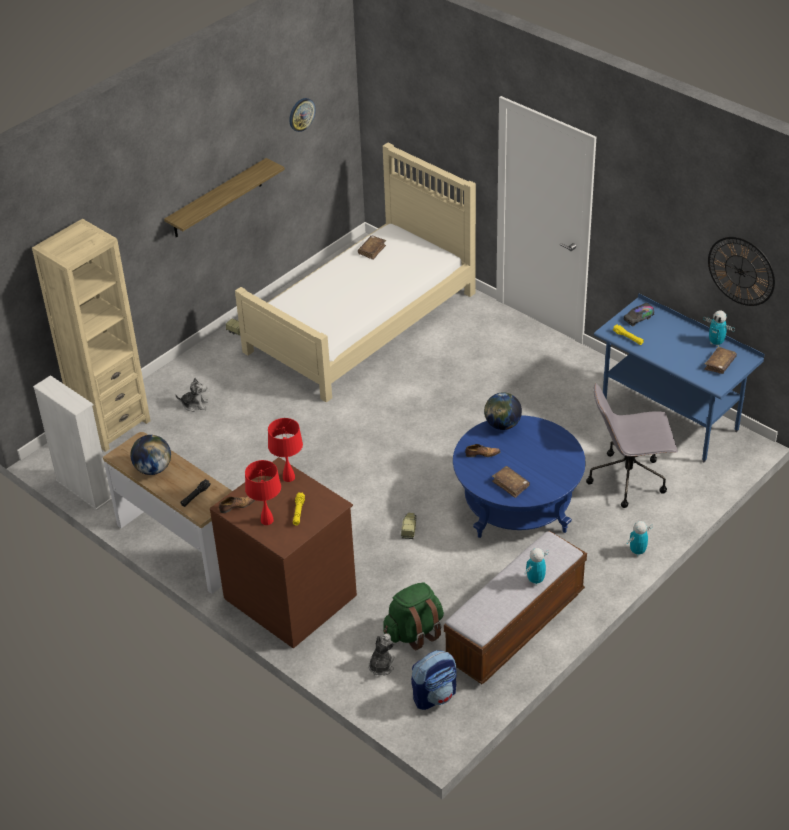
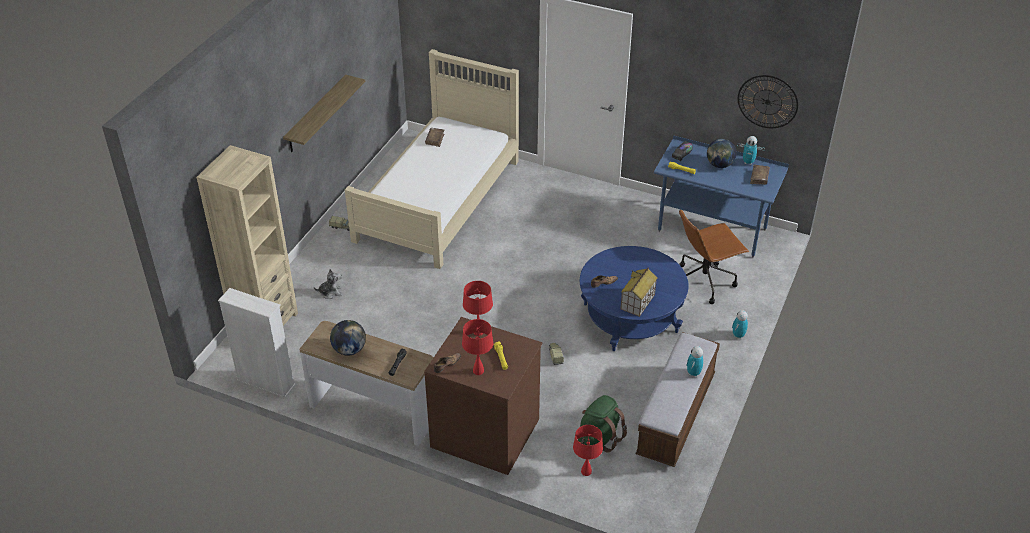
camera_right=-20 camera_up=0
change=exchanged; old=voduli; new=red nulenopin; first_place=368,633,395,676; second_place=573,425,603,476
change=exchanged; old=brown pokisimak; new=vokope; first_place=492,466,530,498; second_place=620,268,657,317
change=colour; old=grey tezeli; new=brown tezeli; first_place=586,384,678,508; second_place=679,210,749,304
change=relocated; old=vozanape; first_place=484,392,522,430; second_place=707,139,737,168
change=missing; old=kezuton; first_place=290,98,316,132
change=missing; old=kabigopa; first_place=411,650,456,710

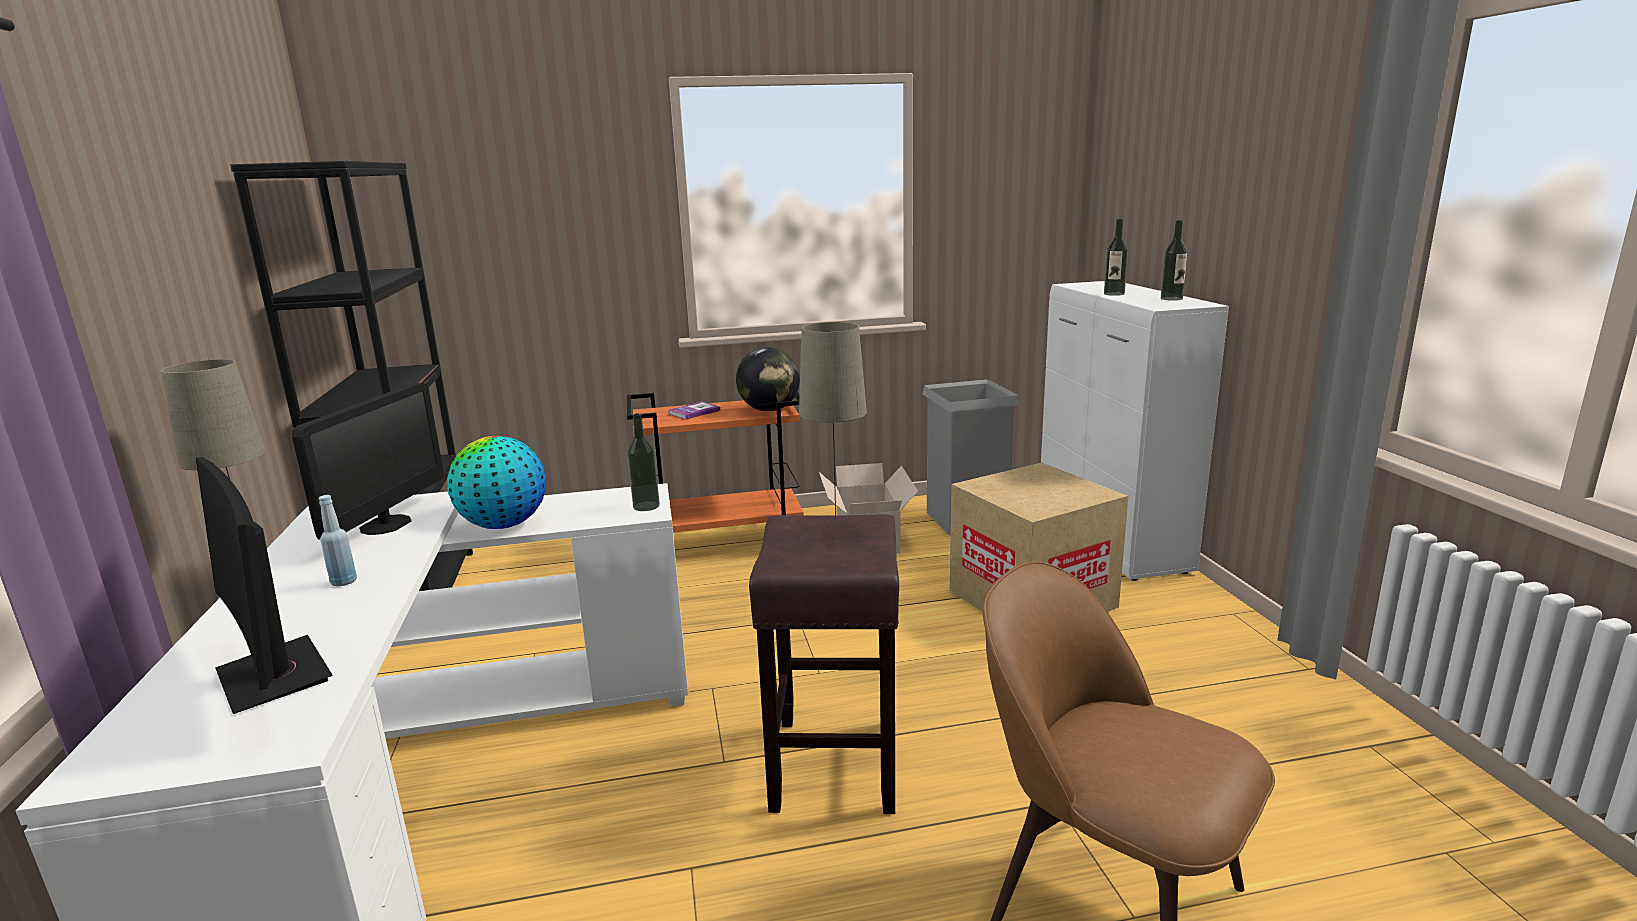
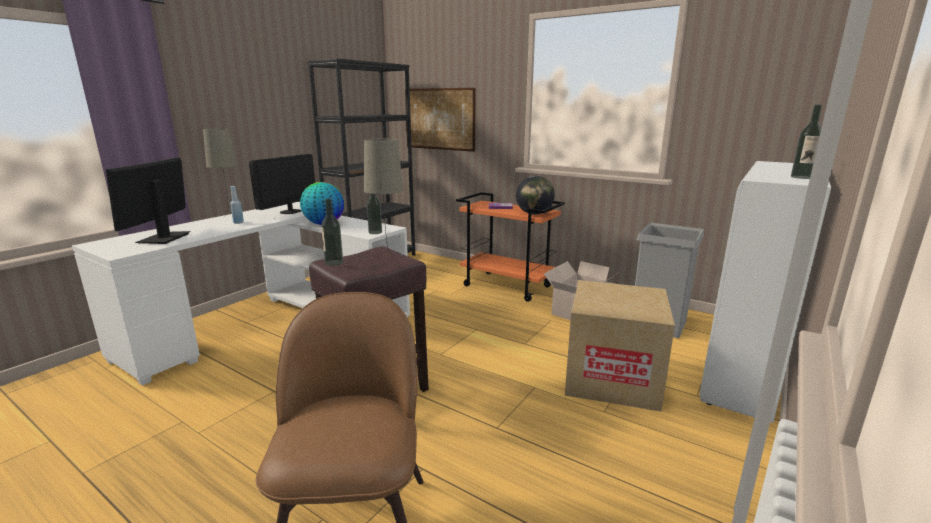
camera_right=45 camera_up=0
change=spun; old=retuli; first_place=292,383,444,539; second_place=249,154,315,214; degrees=150
change=relocated; old=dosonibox; first_place=1104,219,1128,296; second_place=321,198,343,266
change=appeared; new=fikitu; second_place=405,88,476,152

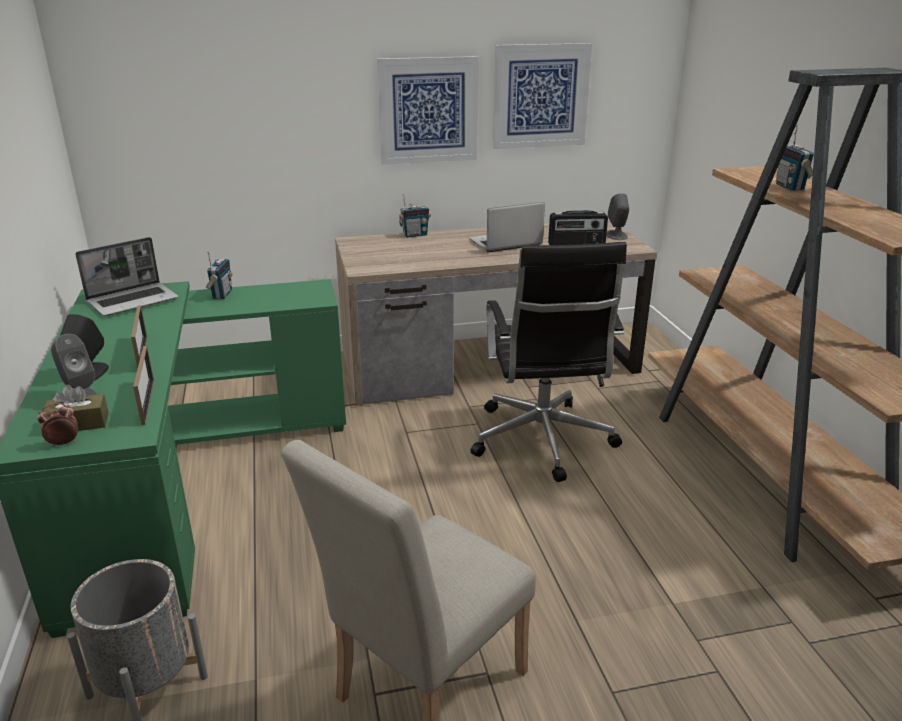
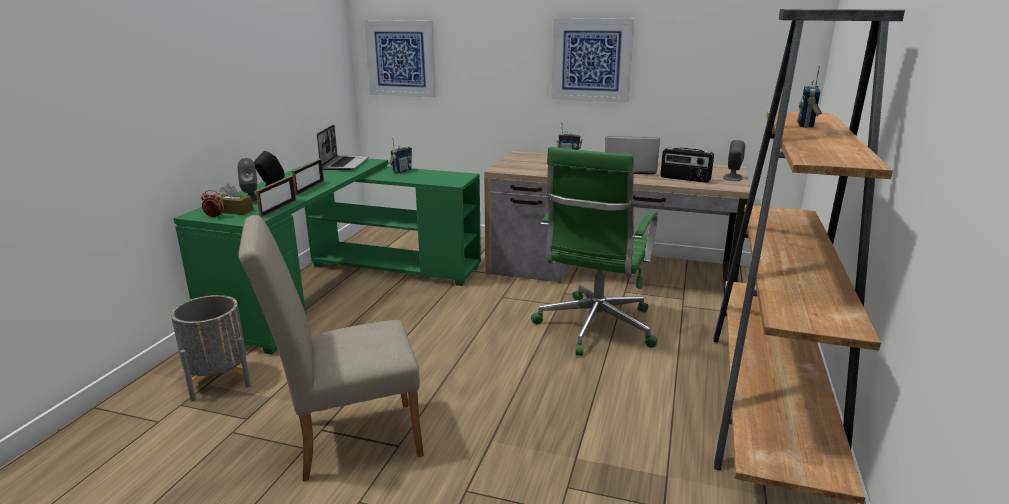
camera_right=30 camera_up=-5
change=spun; old=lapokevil; first_place=75,237,179,316; second_place=317,124,369,170; degrees=-75
change=relocated; old=fikitu; first_place=493,43,592,149; second_place=364,20,436,98
change=colour; old=black tezeli; new=green tezeli; first_place=471,242,627,482; second_place=531,147,658,356

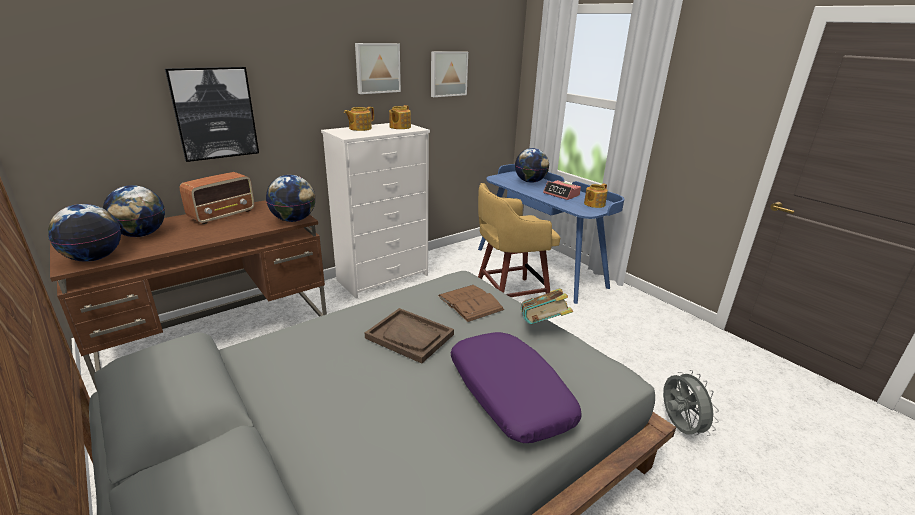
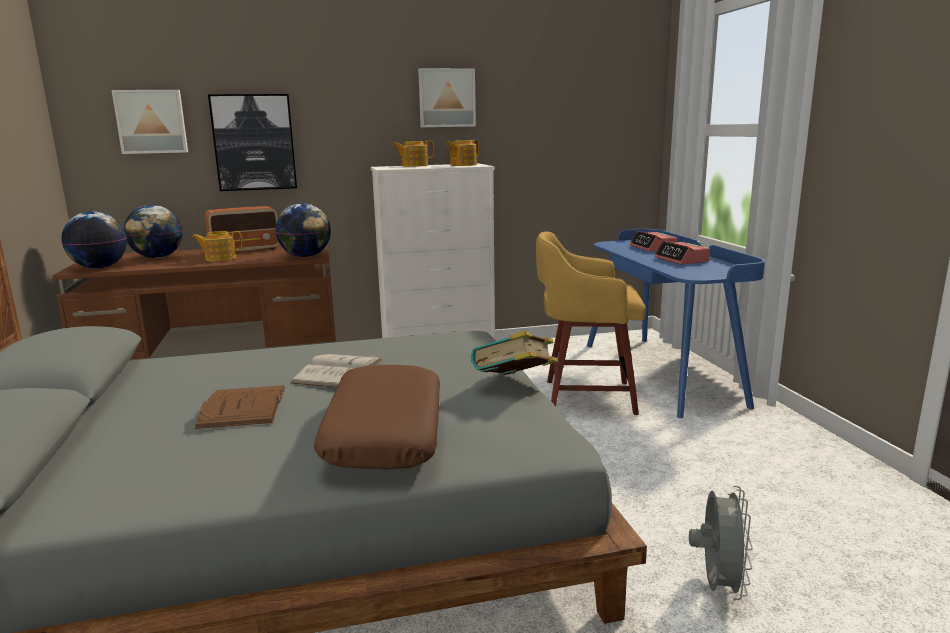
camera_right=25 camera_up=-10
change=relocated; old=fikitu; first_place=431,51,468,97; second_place=112,90,188,154
change=relocated; old=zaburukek; first_place=584,184,608,208; second_place=192,231,243,261
change=relocated; old=brown pokisimak; first_place=438,285,505,322; second_place=194,385,285,429
change=exchanged; old=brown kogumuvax; new=white pokisimak; first_place=365,308,454,364; second_place=290,354,382,388
change=colour; old=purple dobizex; new=brown dobizex; first_place=451,332,582,443; second_place=314,365,440,469
change=exchanged; old=vozanape; new=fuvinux; first_place=515,148,549,183; second_place=630,230,677,252

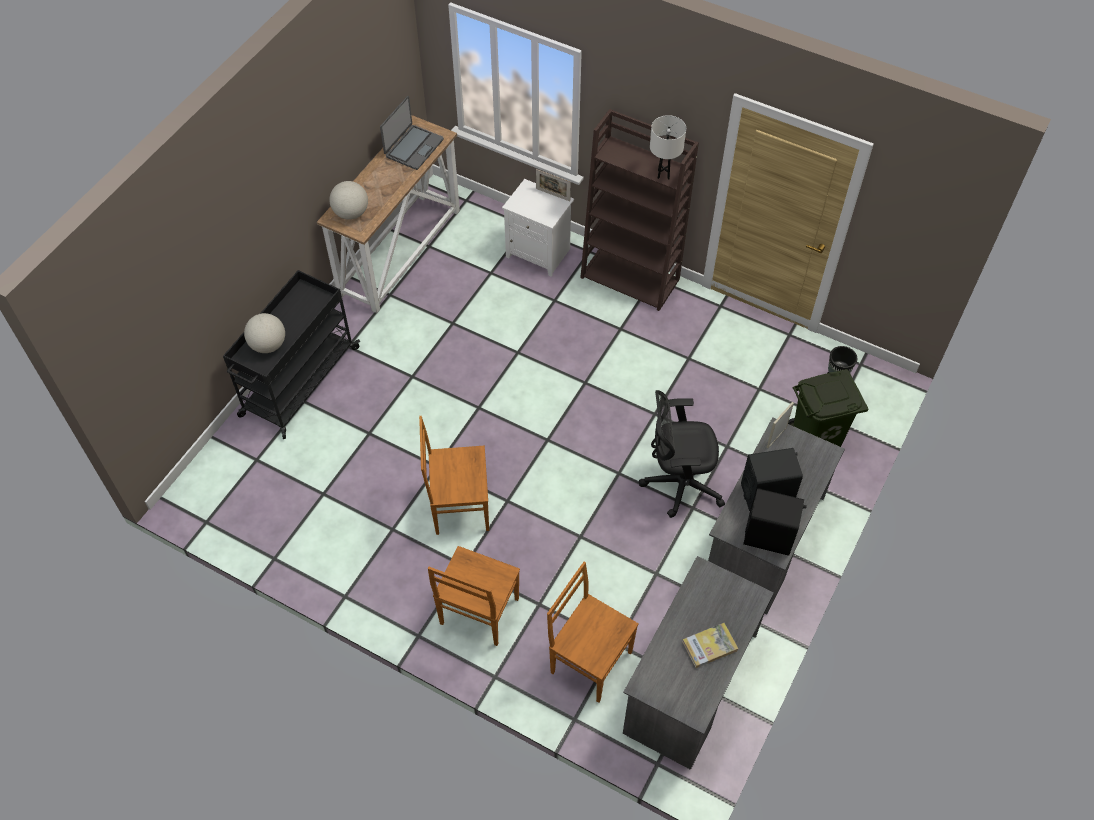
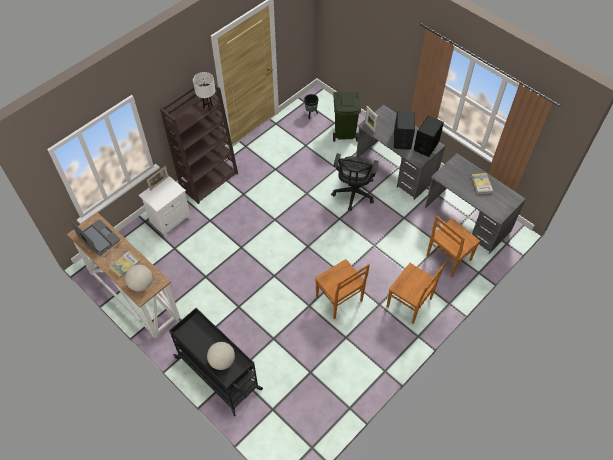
camera_right=-75 camera_up=0
change=appeared; new=pokisimak; second_place=109,251,140,278
change=spun; old=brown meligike; first_place=419,416,489,535; second_place=315,259,370,319; degrees=-45

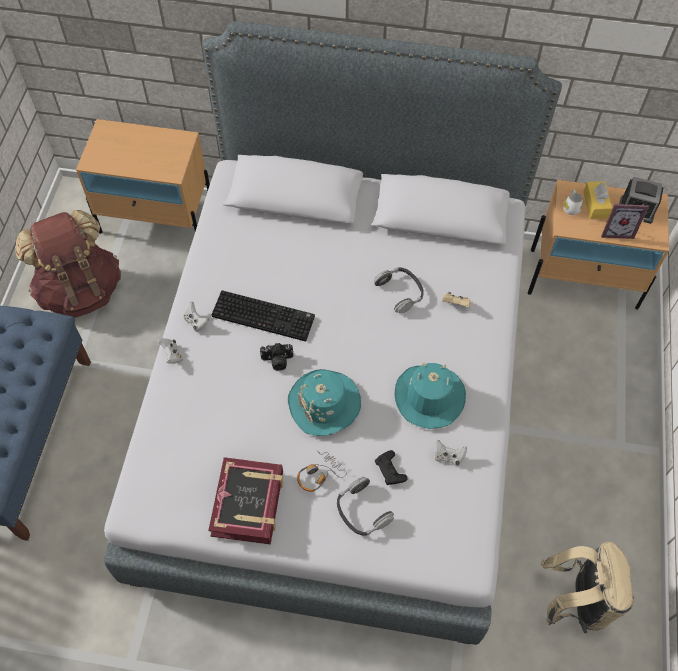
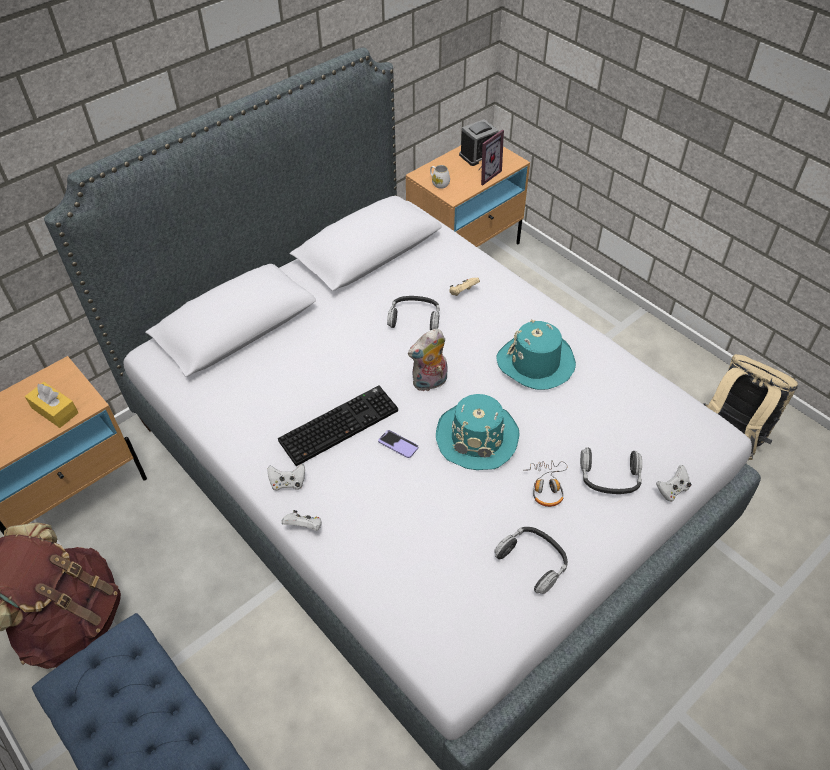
camera_right=-50 camera_up=-10
change=relocated; old=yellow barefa; first_place=583,181,613,219; second_place=25,382,79,428
change=exchanged; old=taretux; new=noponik; first_place=260,343,293,371; second_place=378,430,418,458
change=appeared; new=voduli; second_place=408,329,447,391
change=exchanged; old=pokisimak; new=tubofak; first_place=208,457,283,545; second_place=494,527,568,594
change=relocated; old=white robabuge; first_place=434,440,467,466; second_place=656,465,691,502
change=missing; old=black robabuge; first_place=375,450,408,485

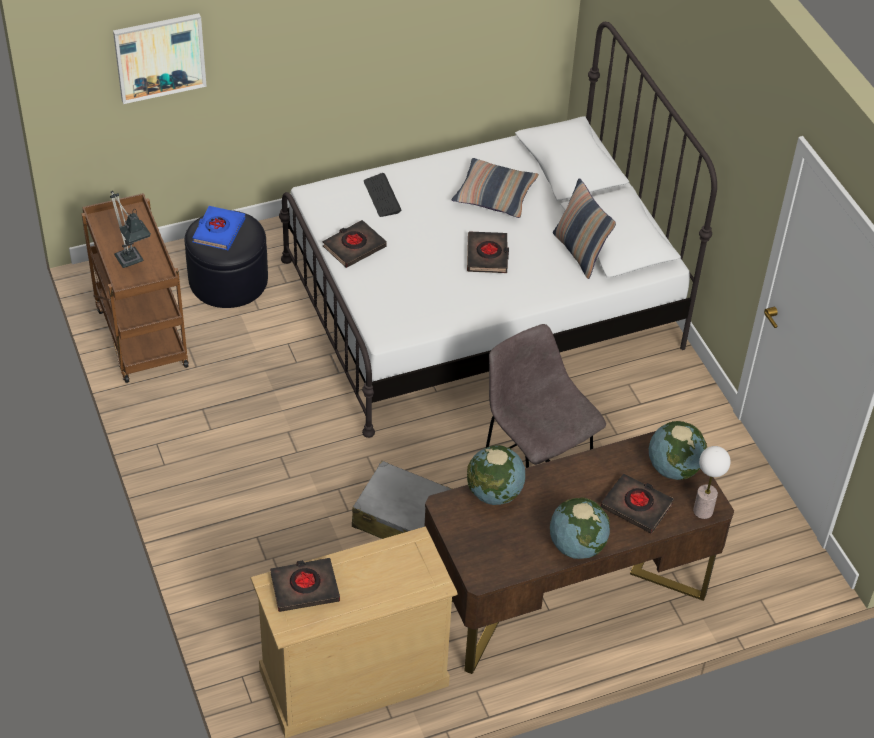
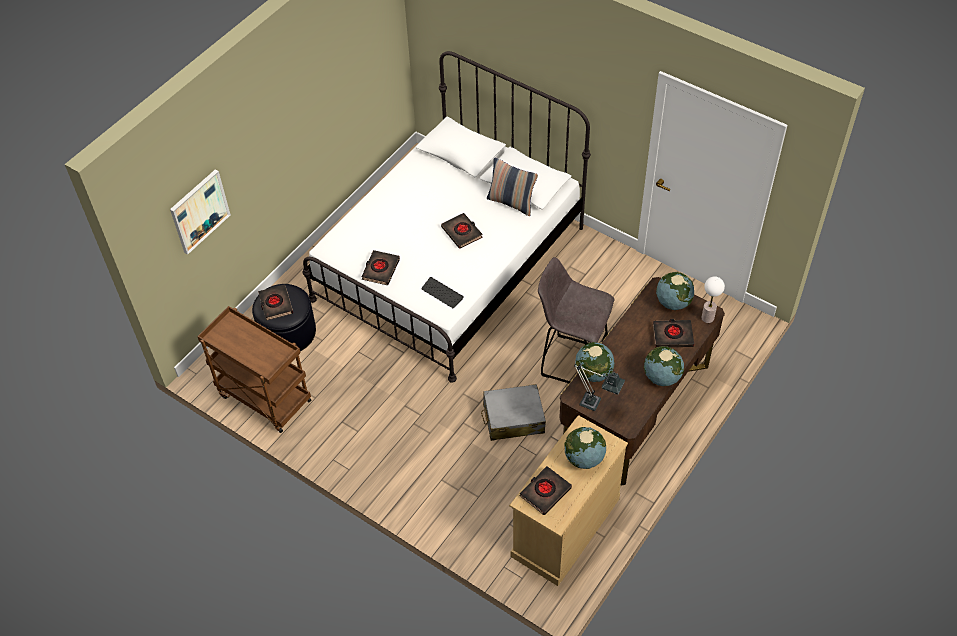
camera_right=-30 camera_up=5
change=colour; old=blue pokisimak; new=black pokisimak; first_place=192,206,245,250; second_place=258,284,293,321
change=relocated; old=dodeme; first_place=364,173,401,217; second_place=421,277,464,308
change=appeared; new=vozanape; second_place=564,427,606,469
change=relocated; old=nulenopin; first_place=110,191,151,268; second_place=574,364,625,411
change=missing; old=dobizex; first_place=452,158,539,218

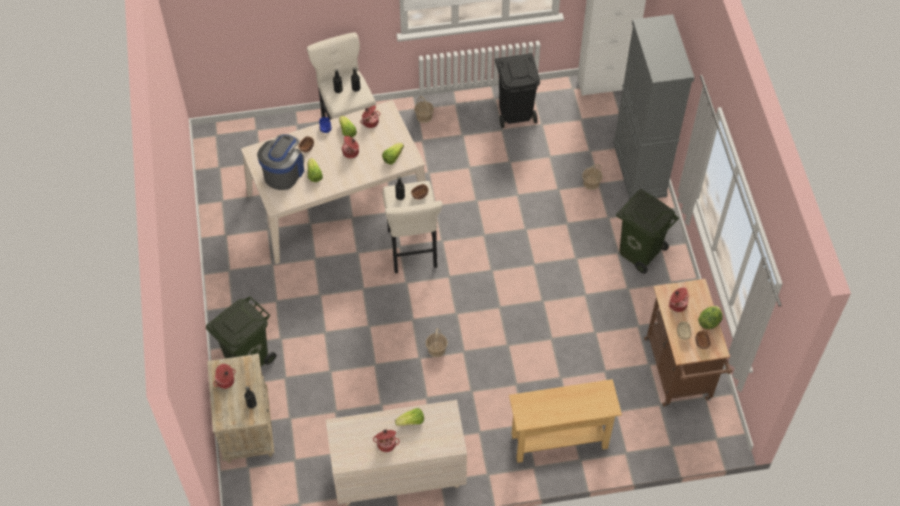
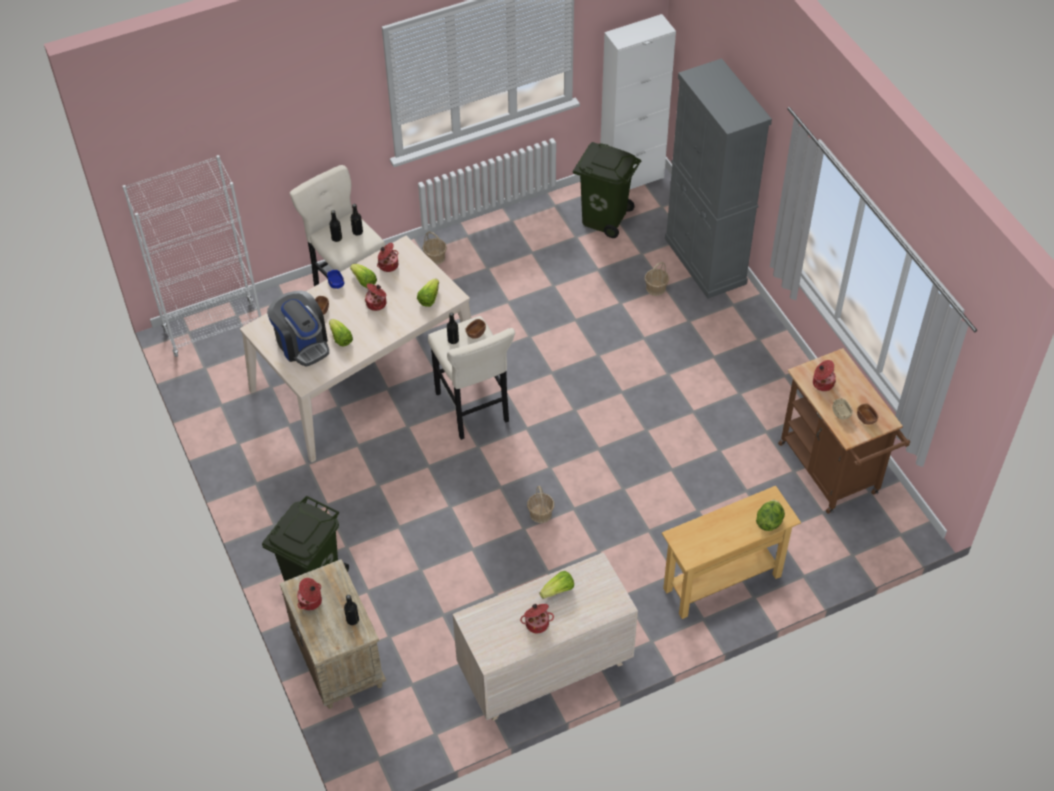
camera_right=-15 camera_up=-5
change=appeared; new=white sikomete; second_place=122,155,262,357
change=spun; old=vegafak; first_place=257,134,304,190; second_place=267,291,329,367; degrees=135
change=relocated; old=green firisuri; first_place=616,189,679,274; second_place=573,142,641,238
change=relocated; old=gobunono; first_place=698,306,723,329; second_place=756,500,785,531
change=missing; old=black firisuri; first_place=495,53,540,128

